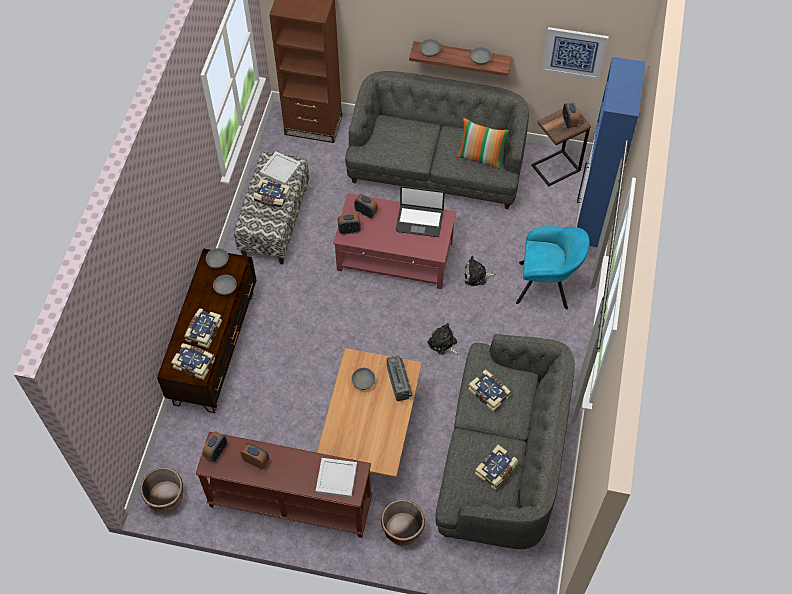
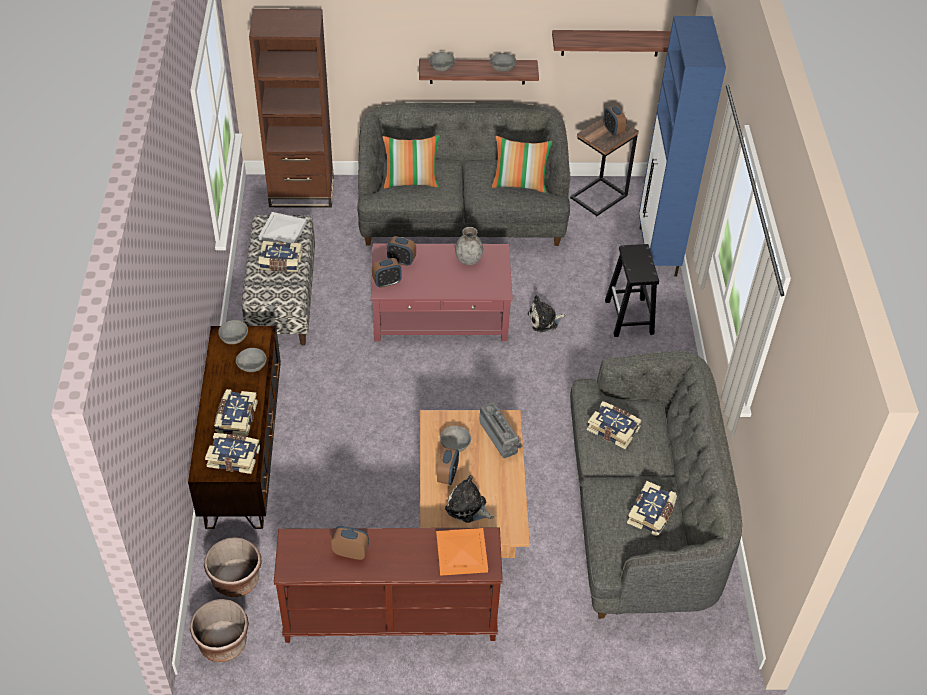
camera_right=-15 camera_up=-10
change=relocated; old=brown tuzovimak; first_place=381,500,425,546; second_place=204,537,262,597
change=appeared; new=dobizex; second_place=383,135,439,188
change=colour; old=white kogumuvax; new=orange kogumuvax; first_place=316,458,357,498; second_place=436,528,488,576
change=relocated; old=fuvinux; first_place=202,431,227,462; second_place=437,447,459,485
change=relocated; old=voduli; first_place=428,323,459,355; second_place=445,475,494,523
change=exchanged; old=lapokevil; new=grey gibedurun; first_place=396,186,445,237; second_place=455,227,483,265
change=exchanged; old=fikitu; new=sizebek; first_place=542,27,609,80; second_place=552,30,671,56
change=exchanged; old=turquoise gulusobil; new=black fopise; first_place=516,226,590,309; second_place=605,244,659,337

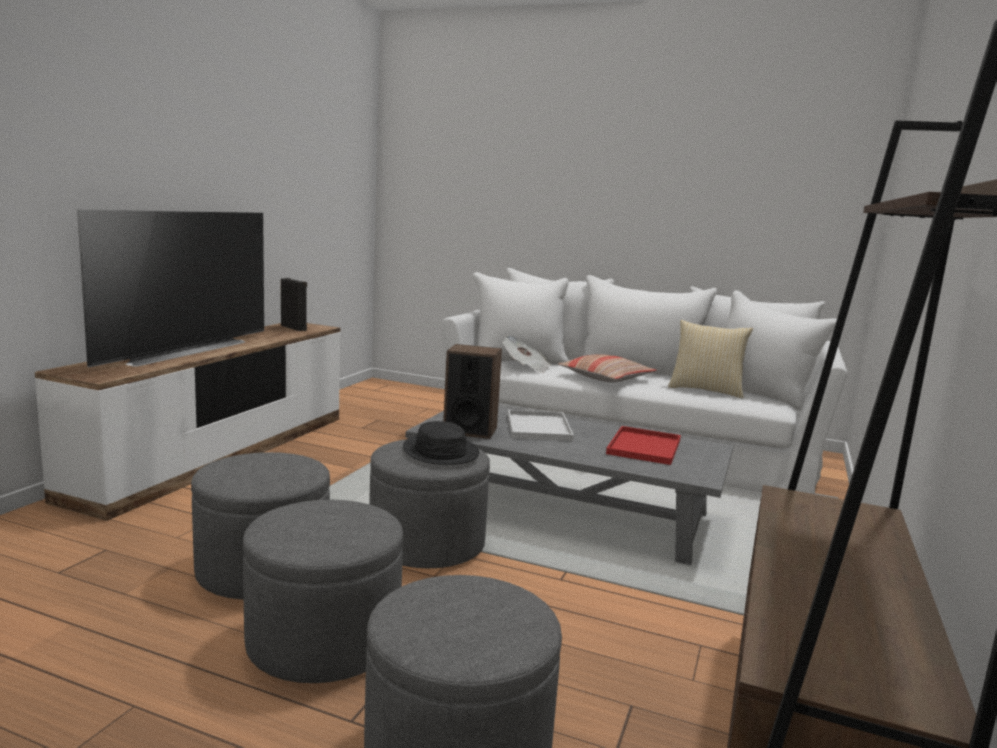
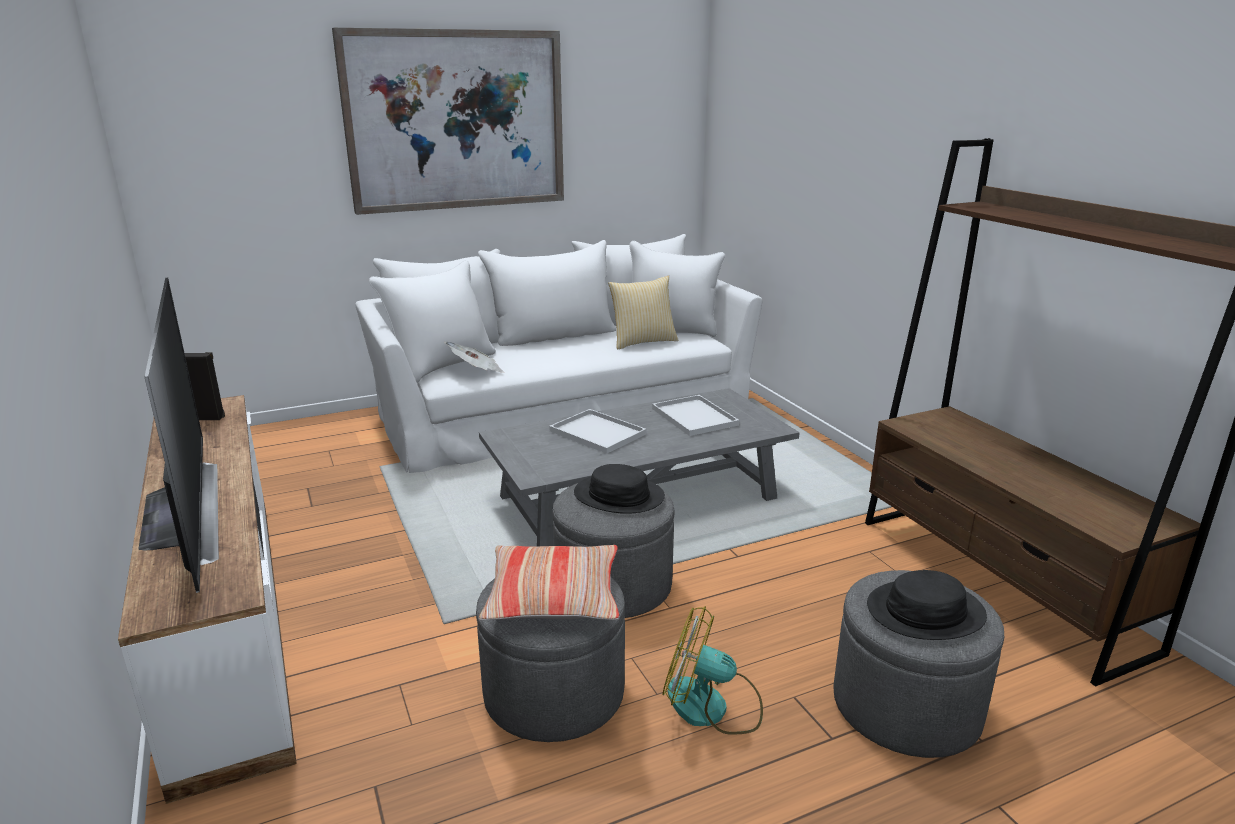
camera_right=-45 camera_up=10
change=appeared; new=fikitu; second_place=332,28,564,215
change=relocated; old=dobizex; first_place=558,354,657,382; second_place=479,545,620,620
change=colour; old=red kogumuvax; new=white kogumuvax; first_place=606,426,681,465; second_place=652,395,739,436
change=exchanged; old=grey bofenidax; new=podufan; first_place=243,500,403,683; second_place=662,606,763,735
change=appeared; new=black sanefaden; second_place=867,570,987,640
change=missing; old=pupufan; first_place=443,344,502,439

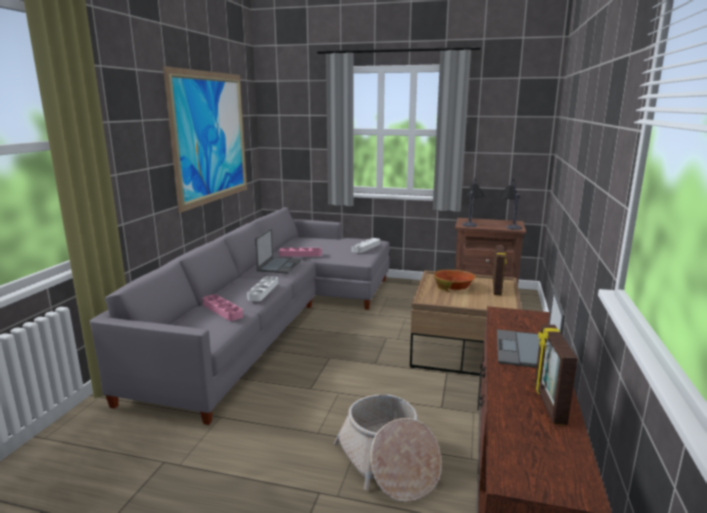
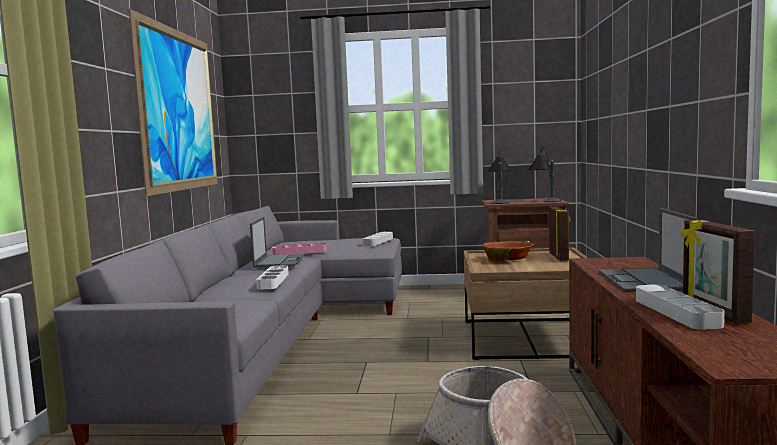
camera_right=-10 camera_up=-10
change=appeared; new=grey kogumuvax; second_place=636,284,724,330
change=missing; old=pink kogumuvax; first_place=203,294,243,321

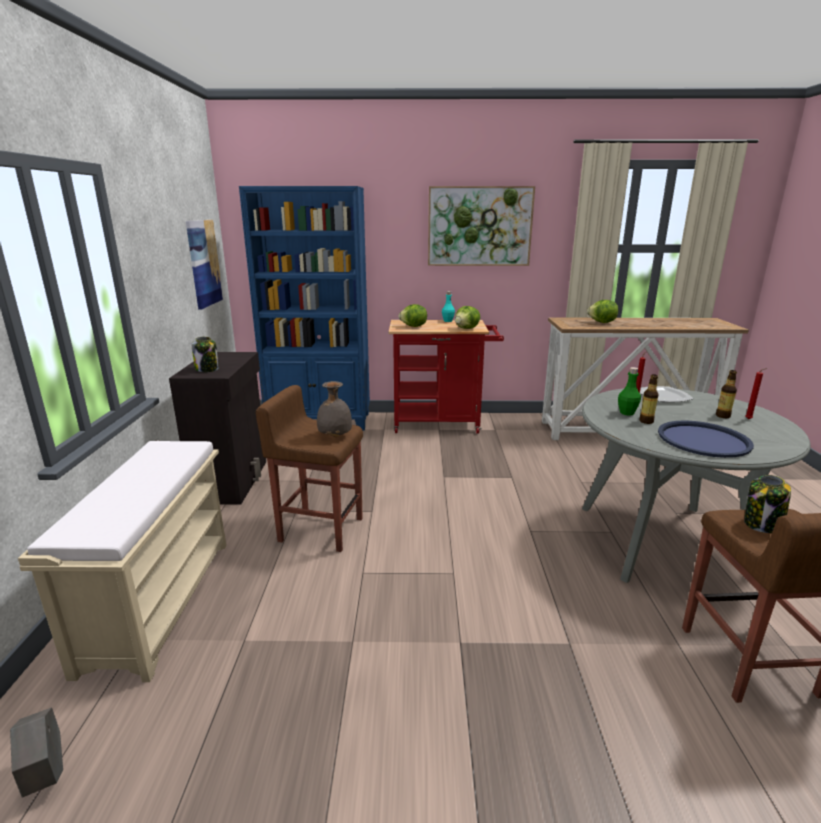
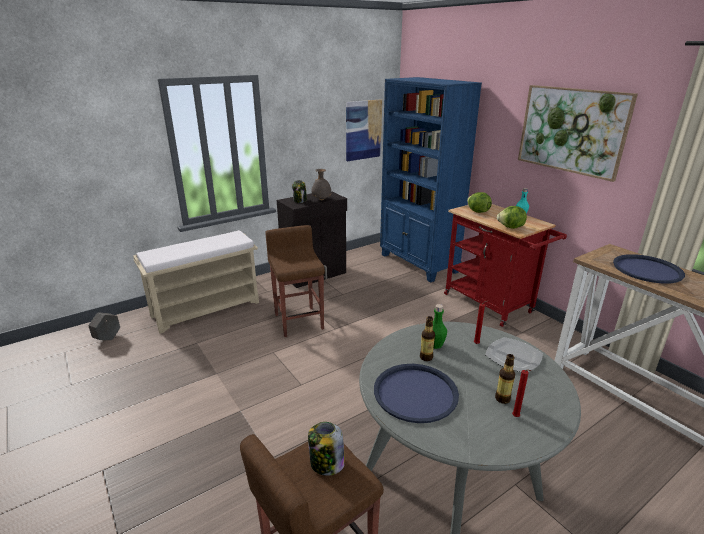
camera_right=55 camera_up=5
change=relocated; old=grey gibedurun; first_place=317,381,352,437; second_place=312,169,331,200
change=exchanged; old=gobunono; new=blue kogumuvax; first_place=587,300,618,323; second_place=613,254,685,284

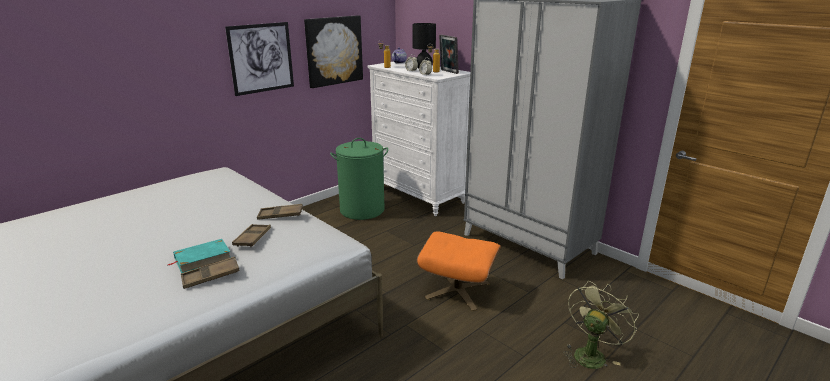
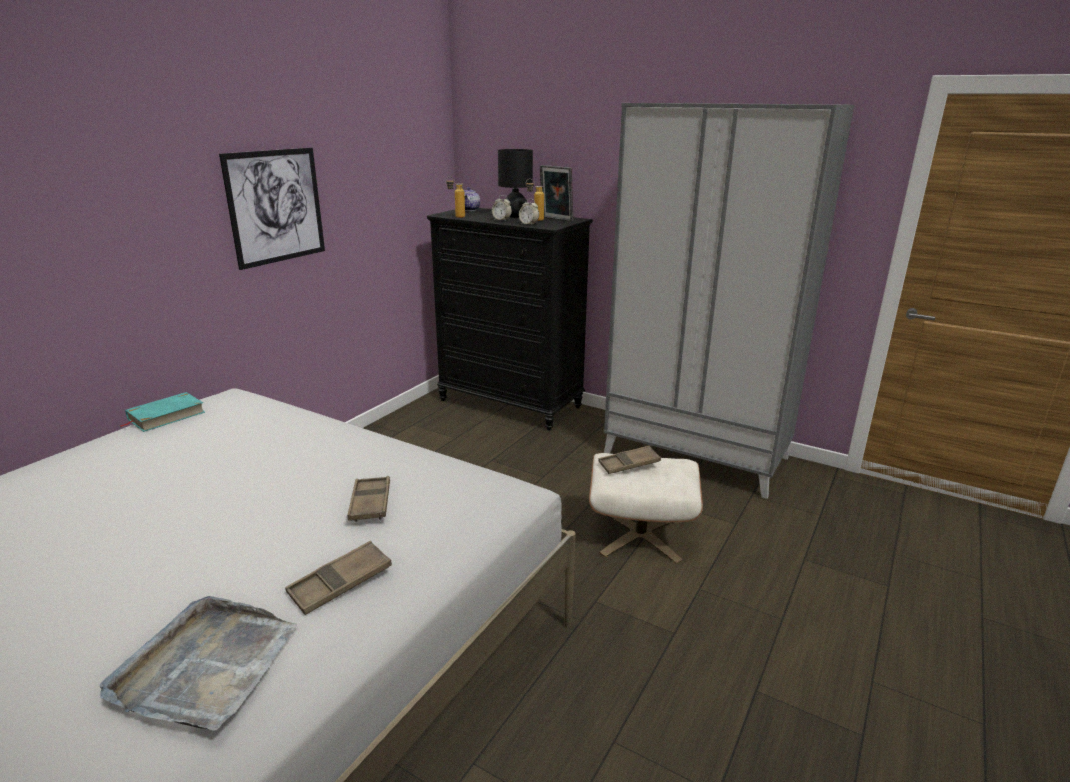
camera_right=-15 camera_up=0
change=appeared; new=grey kogumuvax; second_place=99,596,297,731
change=relocated; old=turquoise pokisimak; first_place=167,239,231,273; second_place=120,392,205,432
change=colour; old=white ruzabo; new=black ruzabo; first_place=368,61,470,216; second_place=427,208,593,431
change=colour; old=orange bofenidax; new=beige bofenidax; first_place=417,231,501,311; second_place=589,453,703,564
change=relocated; old=brown kogumuvax; first_place=257,204,303,219; second_place=598,446,661,474
change=missing; old=fikitu; first_place=304,15,363,88
change=missing; old=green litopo; first_place=330,138,388,220
change=missing; old=green podufan; first_place=563,281,639,369

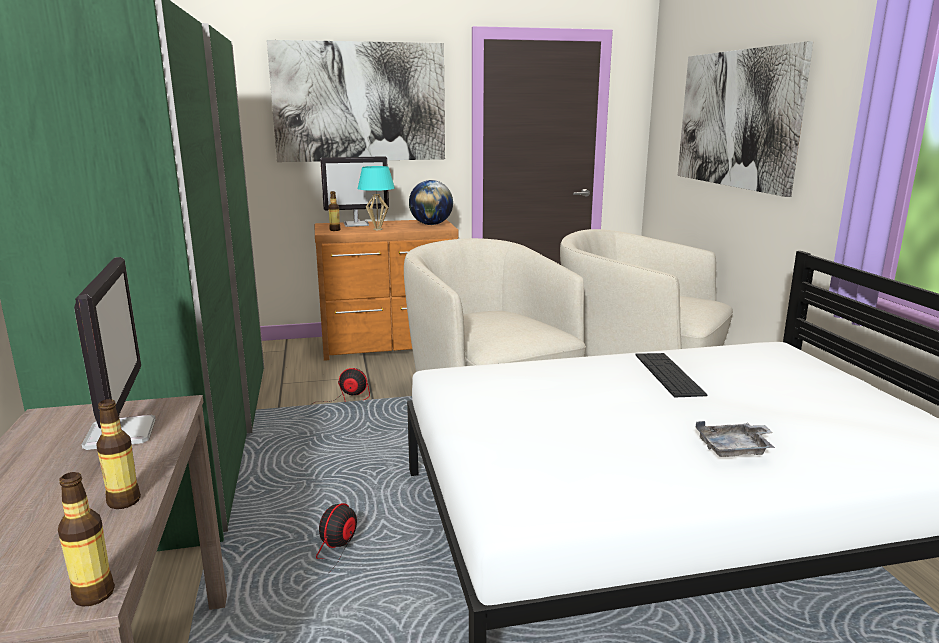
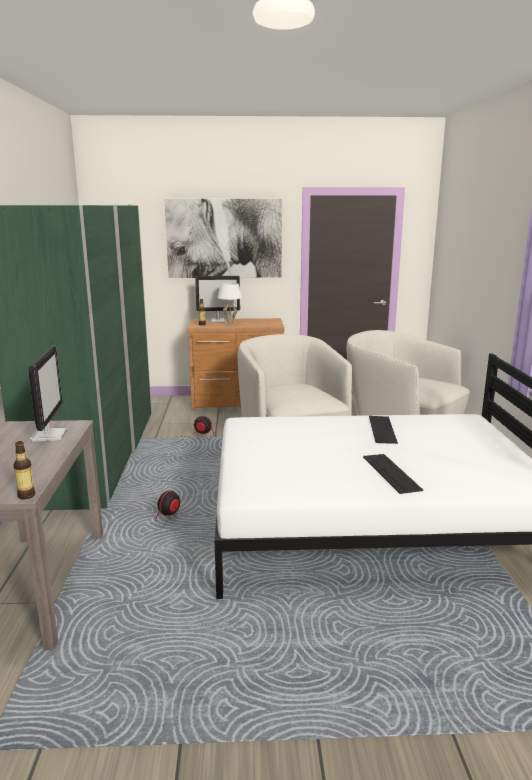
camera_right=10 camera_up=0
change=colour; old=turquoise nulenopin; new=white nulenopin; first_place=358,166,395,230; second_place=218,283,242,326
change=exchanged; old=grey kogumuvax; new=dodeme; first_place=696,421,775,457; second_place=363,454,423,494
change=missing; old=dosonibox; first_place=96,399,141,509
change=missing; old=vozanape; first_place=409,180,453,225
change=missing; old=fikitu; first_place=678,41,813,197

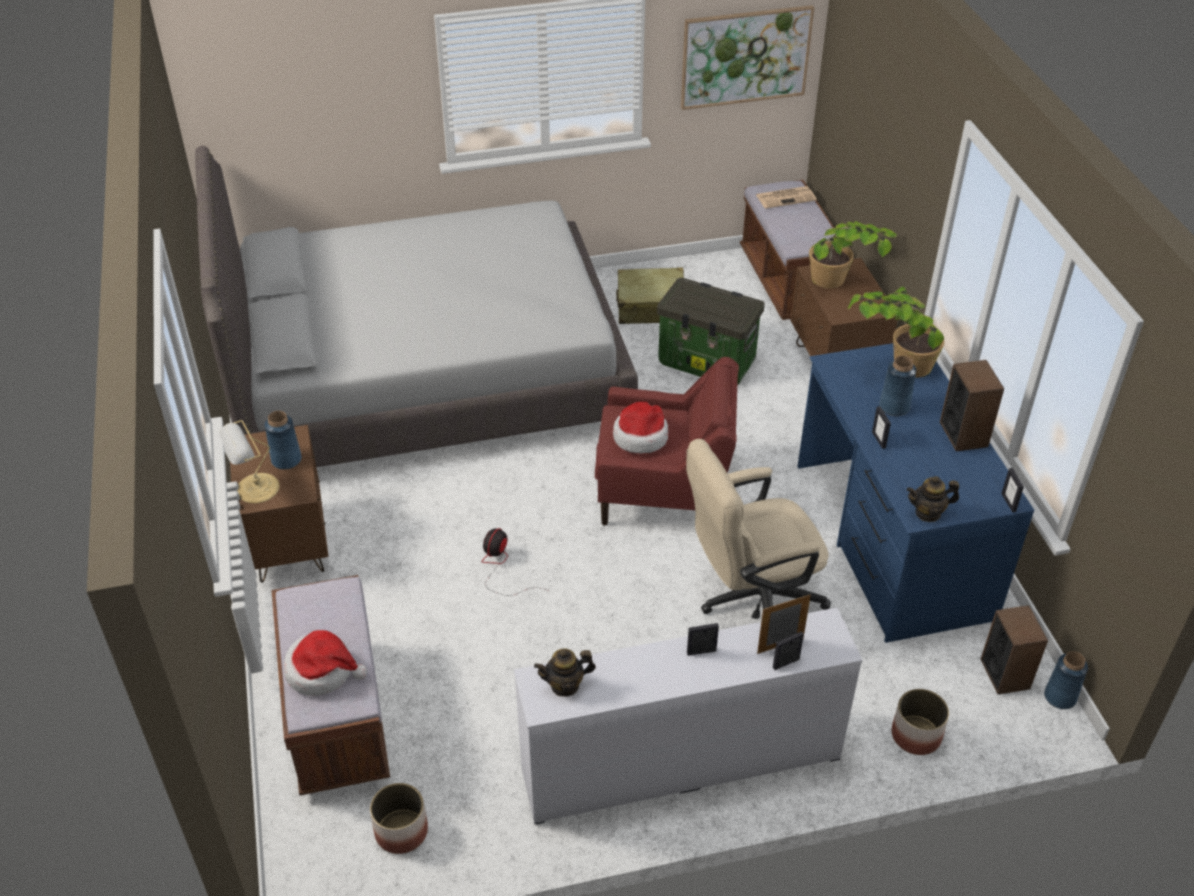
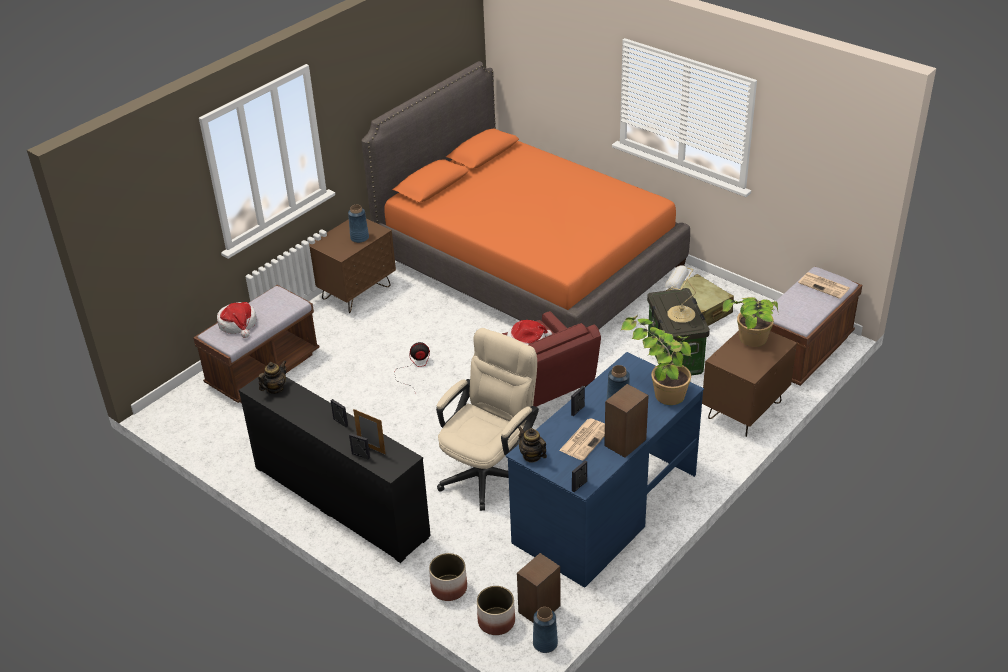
camera_right=55 camera_up=-5
change=colour; old=white ruzabo; new=black ruzabo; first_place=514,607,863,825; second_place=239,377,431,563
change=spun; old=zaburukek; first_place=534,649,596,697; second_place=258,361,286,394; degrees=90
change=colour; old=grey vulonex; new=orange vulonex; first_place=195,146,638,467; second_place=361,61,690,329
change=spun; old=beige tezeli; first_place=686,439,831,619; second_place=436,328,539,511; degrees=90
change=relocated; old=tuzovimak; first_place=370,783,428,854; second_place=477,586,515,635
change=appeared; new=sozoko; second_place=559,418,605,461
change=relocated; old=nulenopin; first_place=219,420,280,503; second_place=665,265,696,323
change=missing; old=fikitu; first_place=681,5,814,110

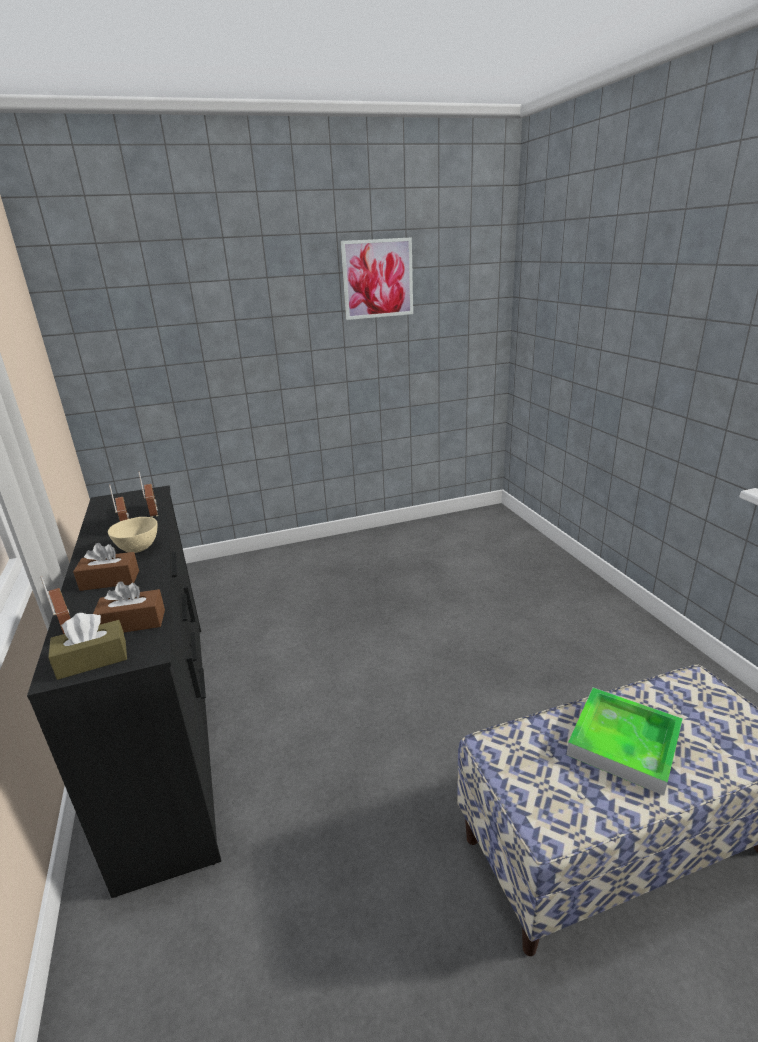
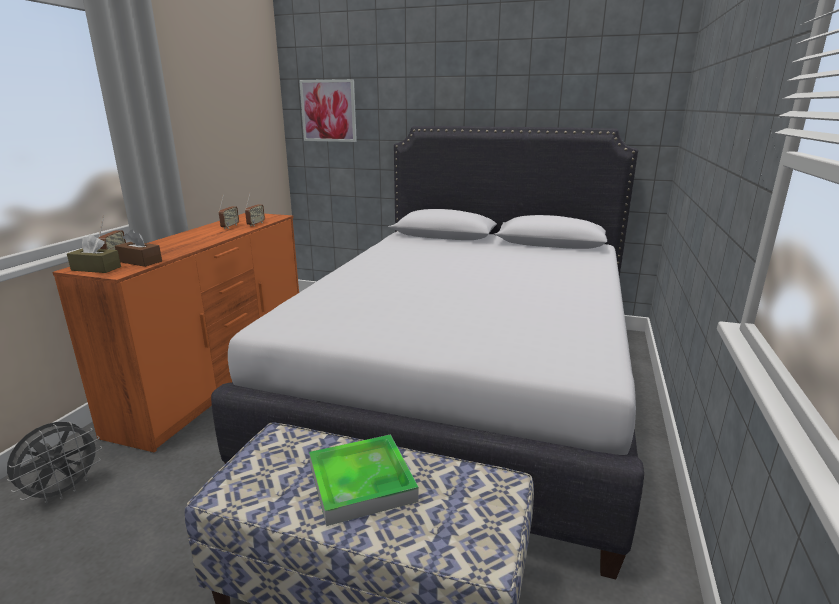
camera_right=35 camera_up=-5
change=appeared; new=grey podufan; second_place=7,422,102,504
change=colour; old=black ruzabo; new=orange ruzabo; first_place=27,485,221,898; second_place=52,213,299,453
change=appeared; new=white vulonex; second_place=211,126,644,579
change=relocated; old=fikitu; first_place=341,237,413,320; second_place=299,79,357,142
change=missing; old=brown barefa; first_place=73,543,139,591
change=missing; old=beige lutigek; first_place=108,517,158,553

